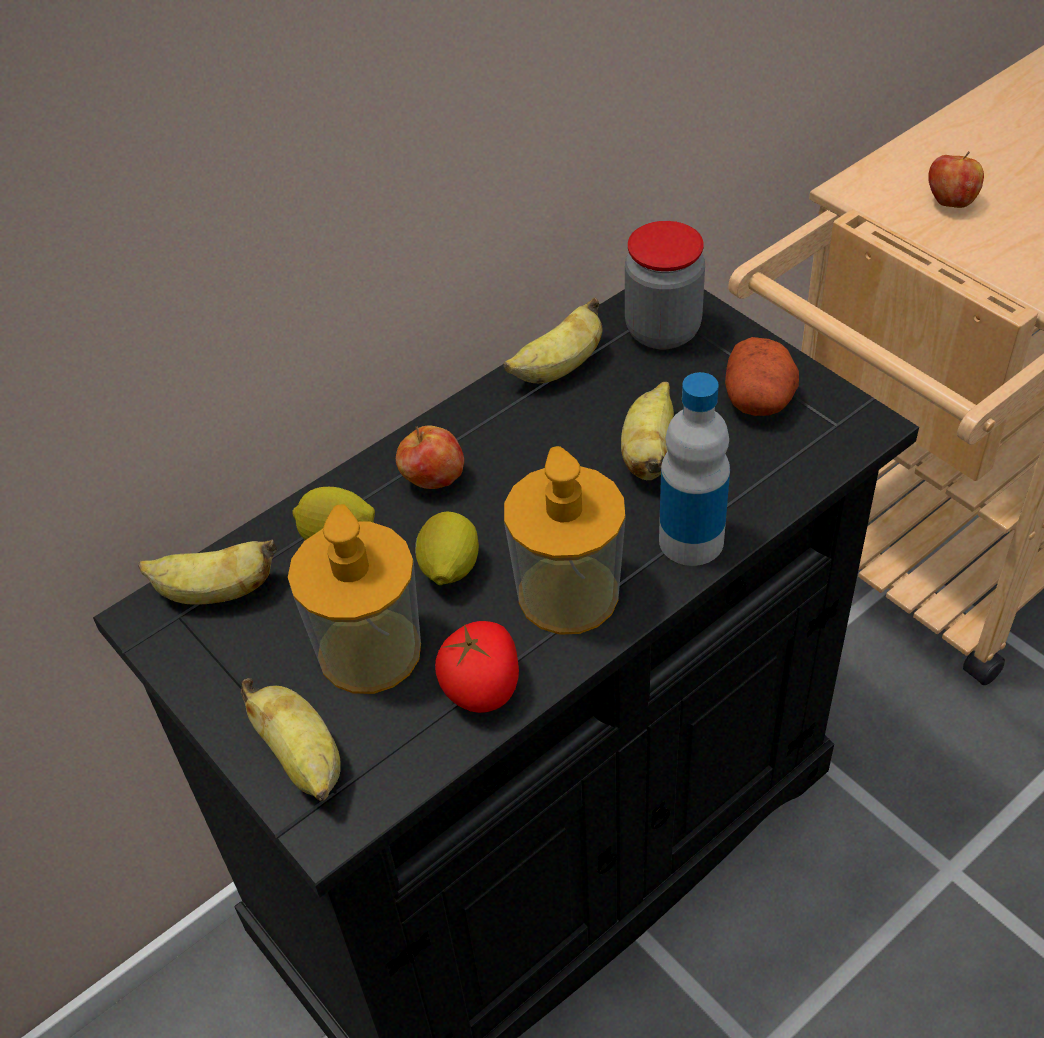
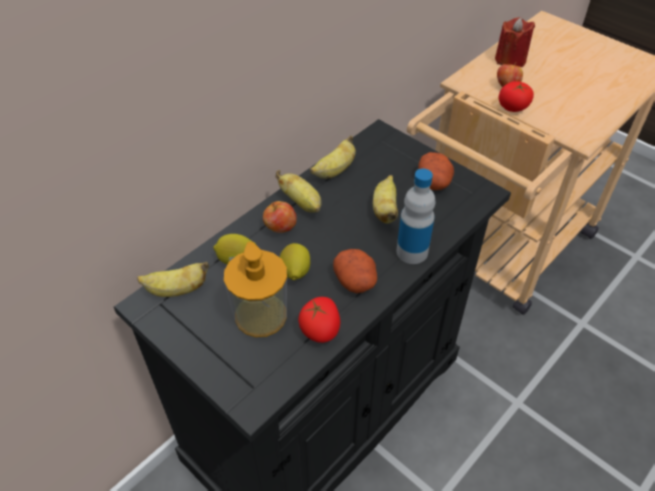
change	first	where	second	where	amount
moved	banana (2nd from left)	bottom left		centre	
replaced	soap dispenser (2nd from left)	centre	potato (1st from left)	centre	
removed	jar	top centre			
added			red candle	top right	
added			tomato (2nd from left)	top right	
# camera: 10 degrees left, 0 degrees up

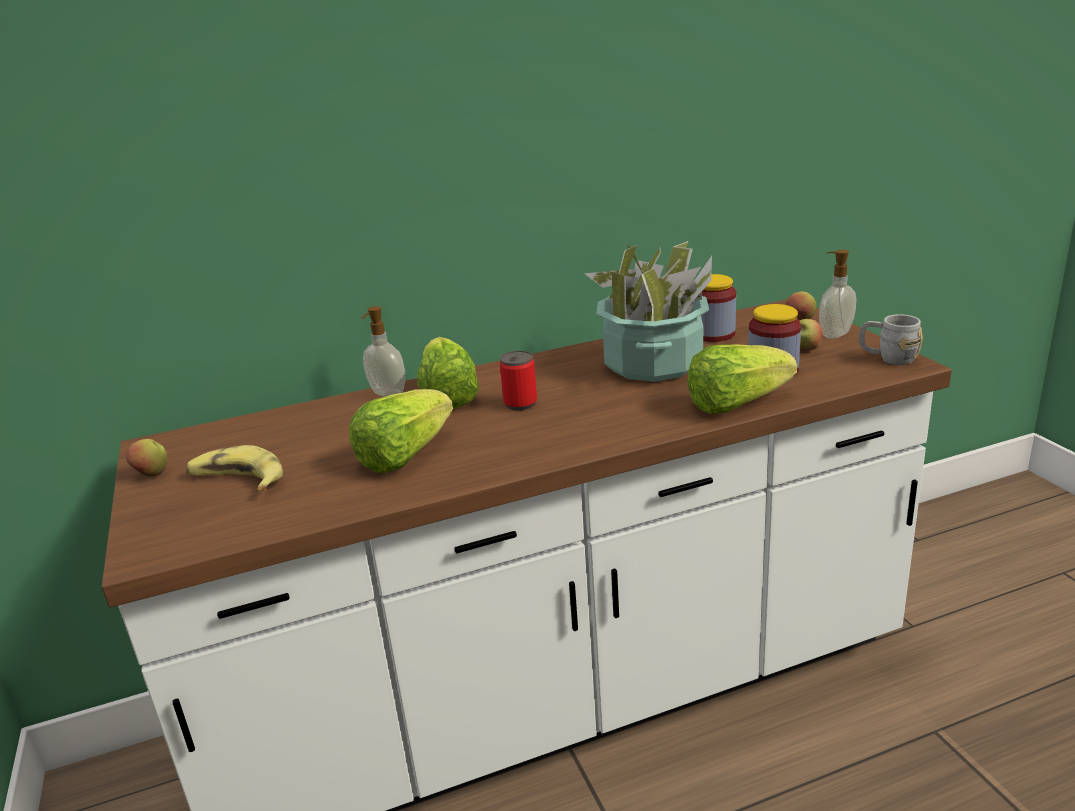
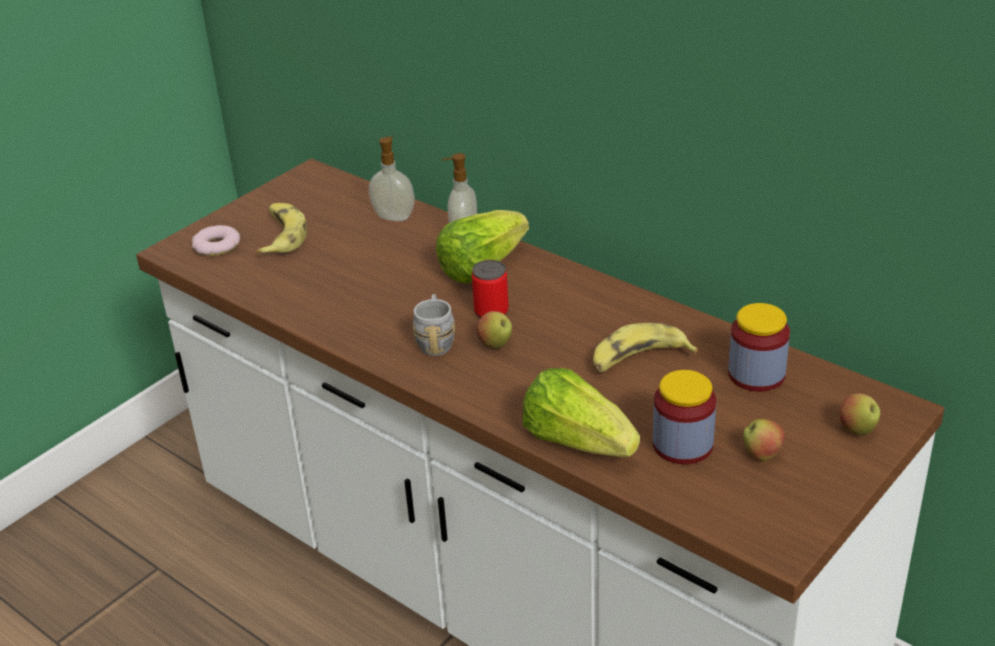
change	first	where	second	where	amount
moved	apple (1st from left)	middle left		centre	
removed	lettuce (1st from left)	centre			
replaced	potted plant	centre	banana (2nd from left)	centre	
moved	soap dispenser (2nd from left in the first image)	middle right	soap dispenser (1st from left)	top centre	
moved	grey mug	middle right		centre	
added			donut	middle left	
# camera: 60 degrees right, 10 degrees up

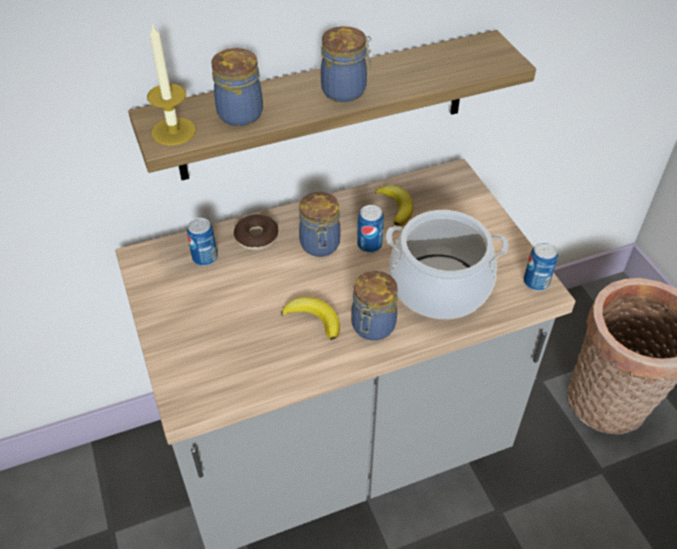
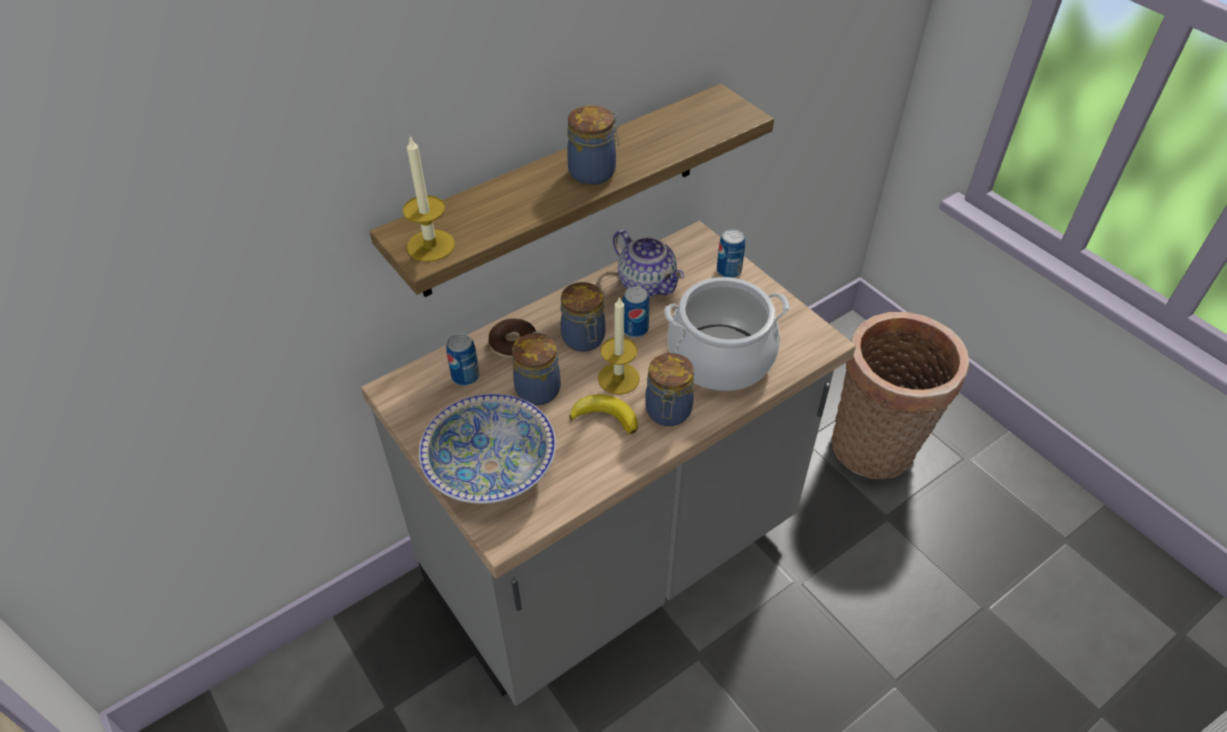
change	first	where	second	where	amount
moved	jar (1st from left)	top centre		centre	
replaced	banana (2nd from left)	centre	teapot	centre	
moved	can (3rd from left)	middle right		centre	
added			bowl	centre	
added			candle (2nd from left)	centre	
# camera: 15 degrees left, 0 degrees up

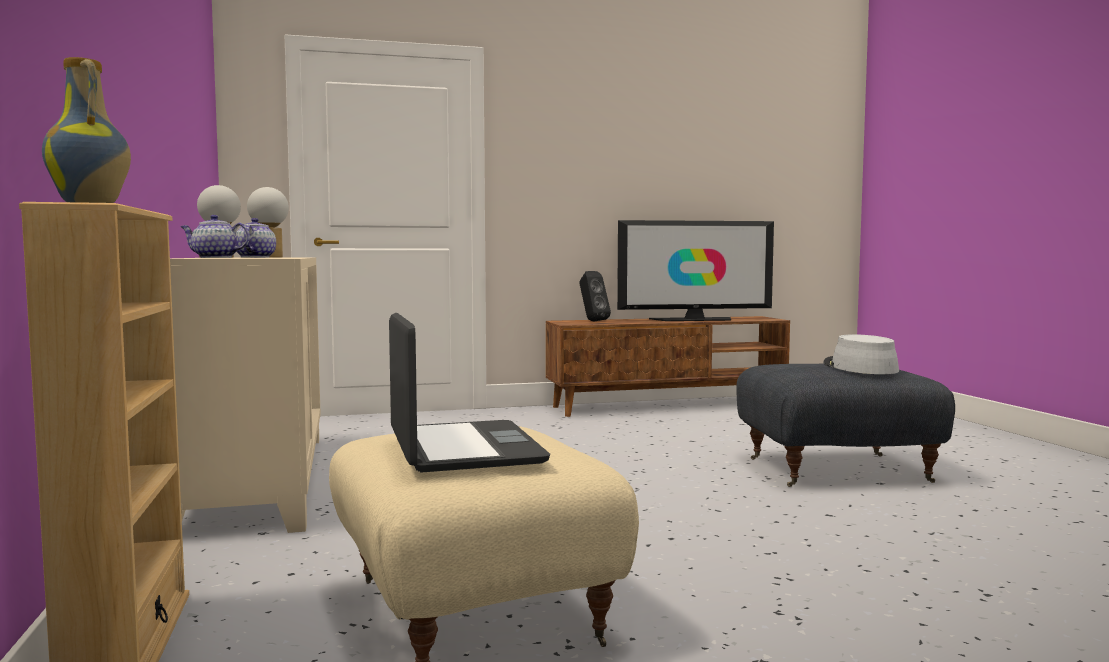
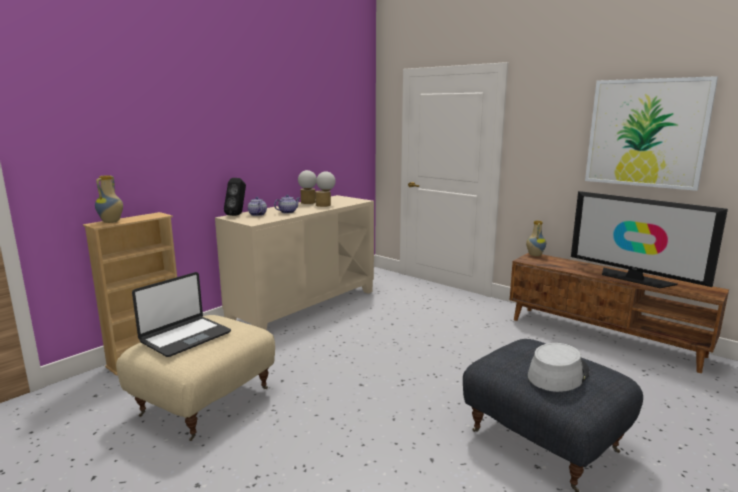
change	first	where	second	where	amount
moved	black speaker	centre		middle left	
added			vase (2nd from left)	middle right	
added			picture	top right	
# camera: 55 degrees right, 10 degrees up

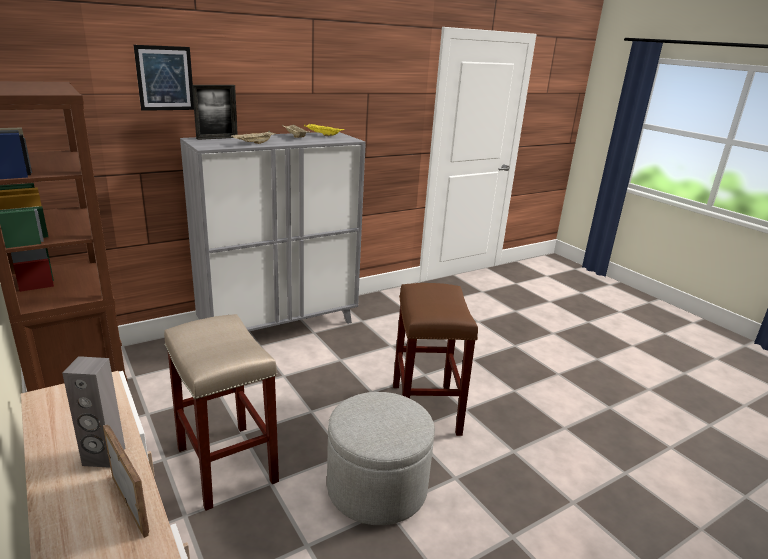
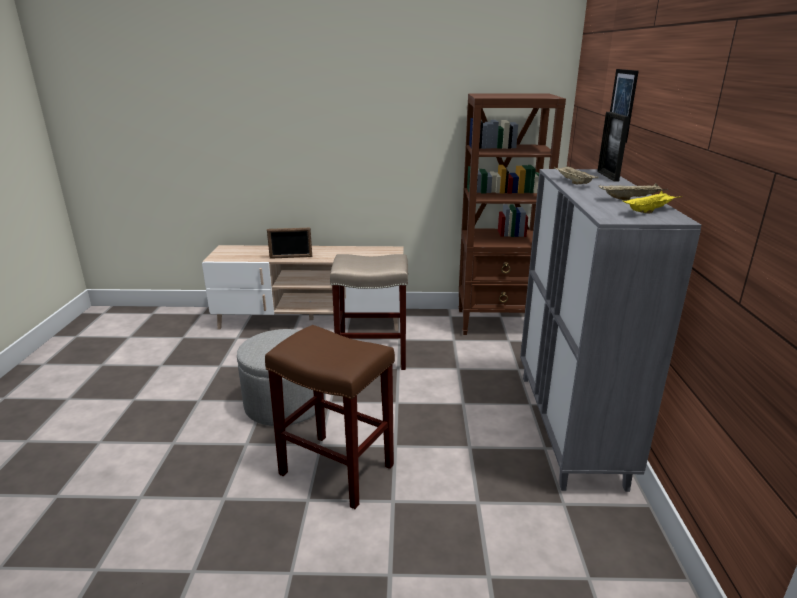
change	first	where	second	where	amount
removed	grey speaker	bottom left			
# camera: 125 degrees right, 0 degrees up

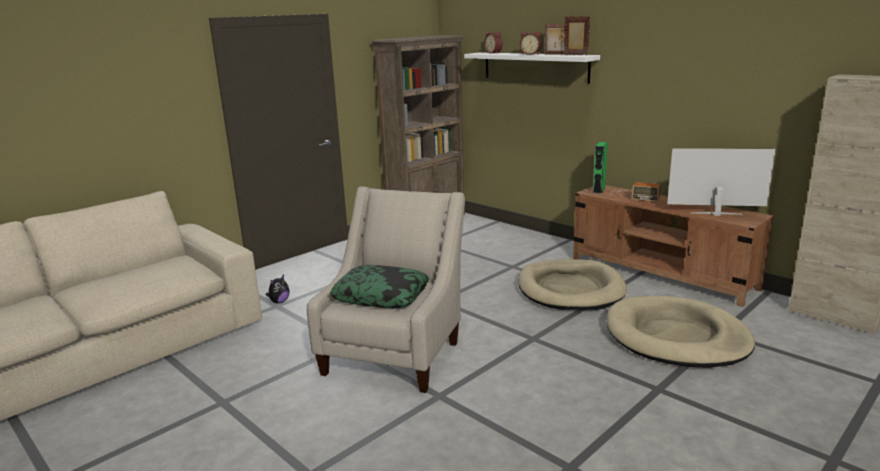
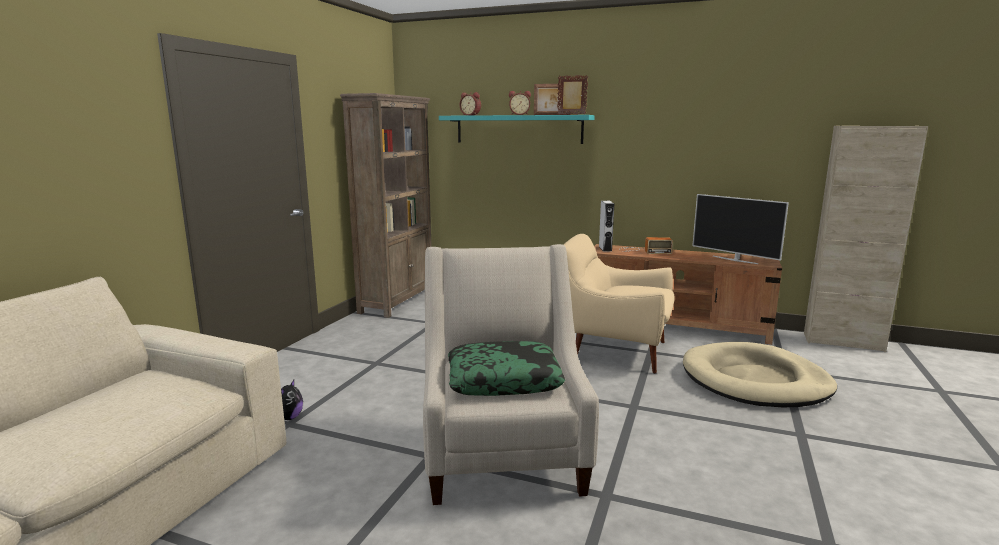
change	first	where	second	where	amount
recoloured	white shelf	top centre	turquoise shelf	top centre	
replaced	beige dog bed (1st from left)	centre	beige armchair (2nd from left)	centre	
recoloured	green speaker	middle right	grey speaker	centre	
turned	television	middle right		middle right	120 degrees counterclockwise
# camera: 25 degrees left, 5 degrees down

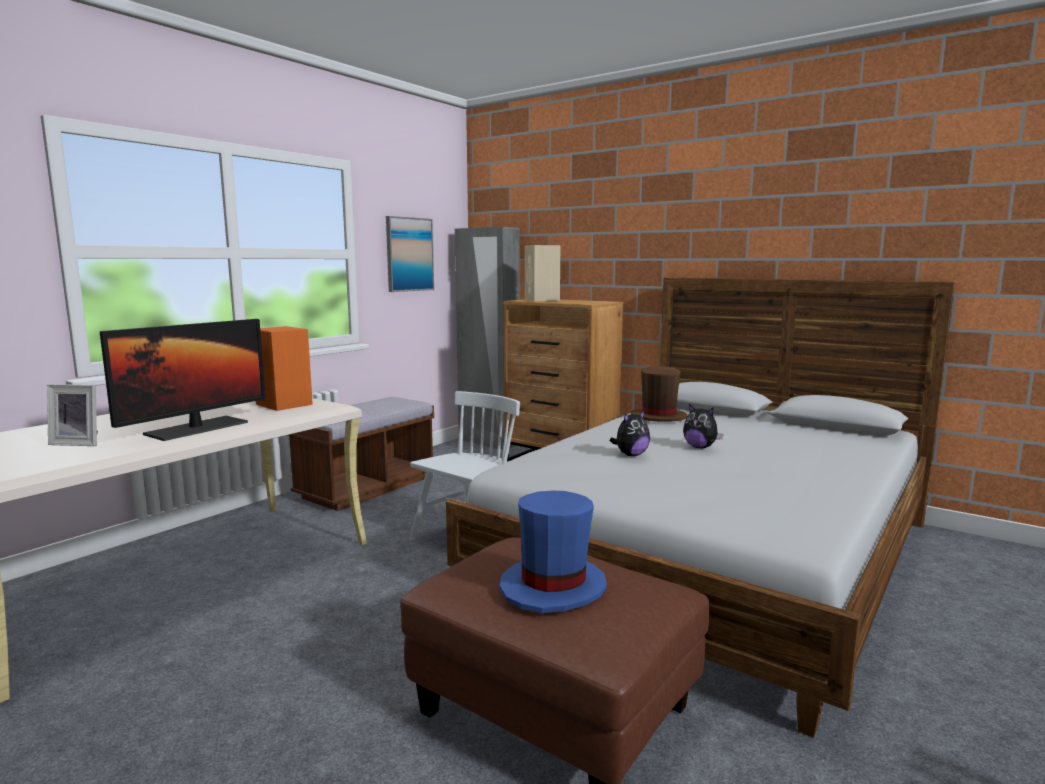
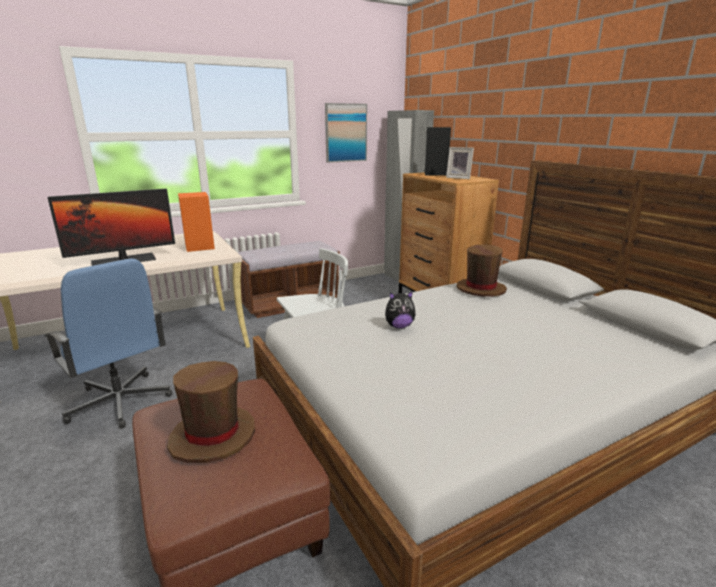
change	first	where	second	where	amount
moved	picture frame	middle left		top centre	
recoloured	blue hat	bottom centre	brown hat (1st from left)	bottom left	
recoloured	beige speaker	centre	black speaker	top centre	
removed	plush toy (2nd from left)	middle right			
added			blue office chair	middle left	
# camera: 25 degrees right, 10 degrees up

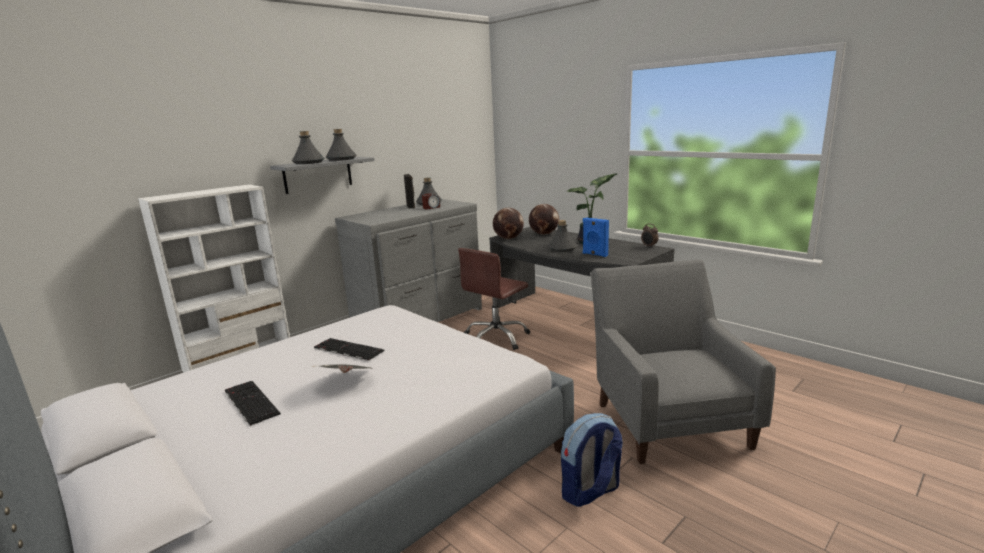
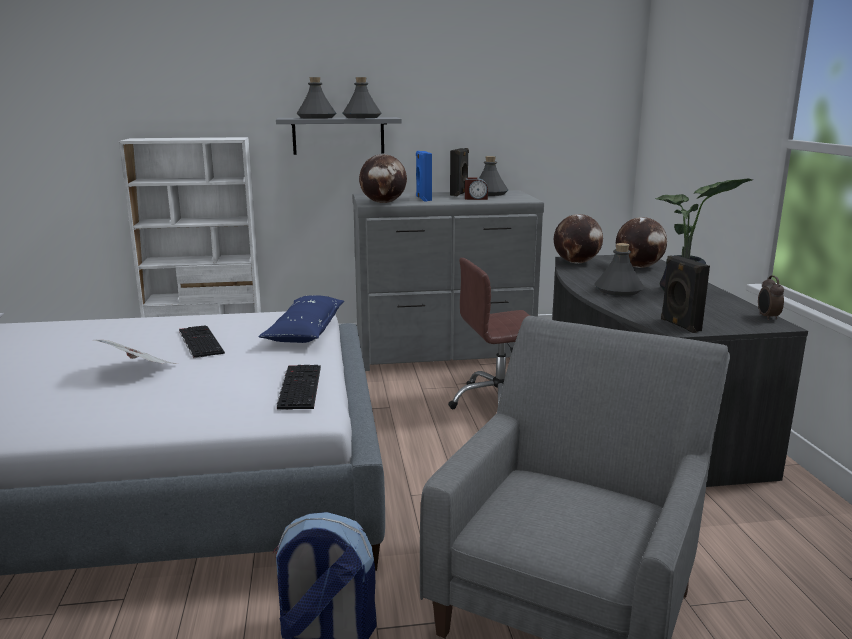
change	first	where	second	where	amount
moved	keyboard (1st from left in the first image)	bottom left	keyboard (2nd from left)	centre	
moved	blue speaker	centre		top centre	
added			blue pillow	centre	
added			globe (1st from left)	top centre	
added			black speaker (2nd from left)	middle right	
# camera: 35 degrees right, 0 degrees up

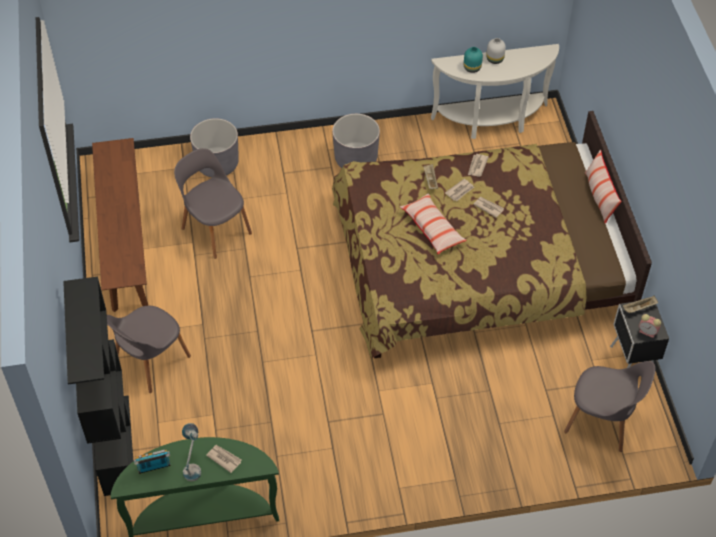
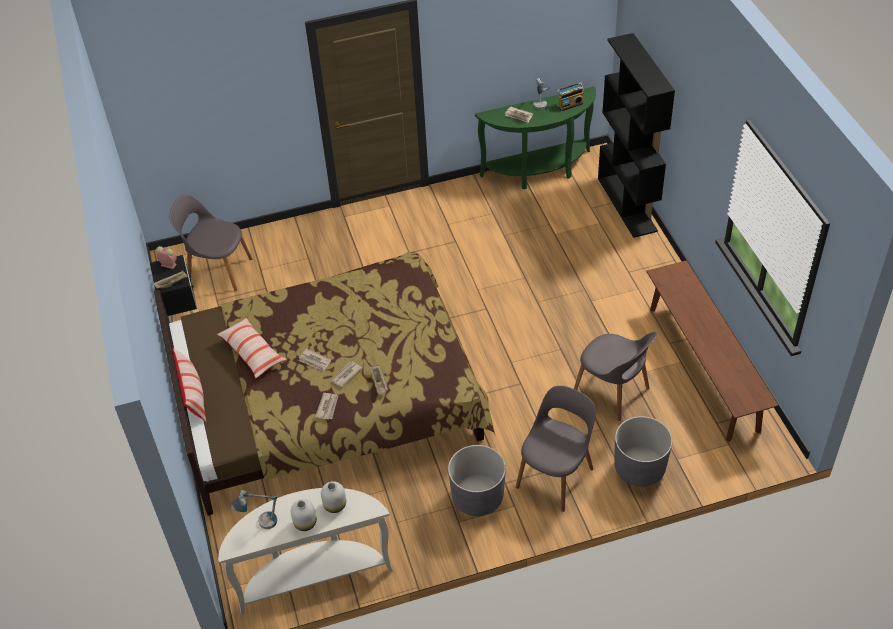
change	first	where	second	where	amount
moved	grey chair (1st from left in the first image)	middle left	grey chair (2nd from left)	bottom centre	
moved	pillow (1st from left in the first image)	centre	pillow (2nd from left)	middle left	
recoloured	turquoise vase	top centre	white vase (2nd from left)	bottom centre	
added			table lamp (1st from left)	bottom left	
# camera: 175 degrees right, 5 degrees down

